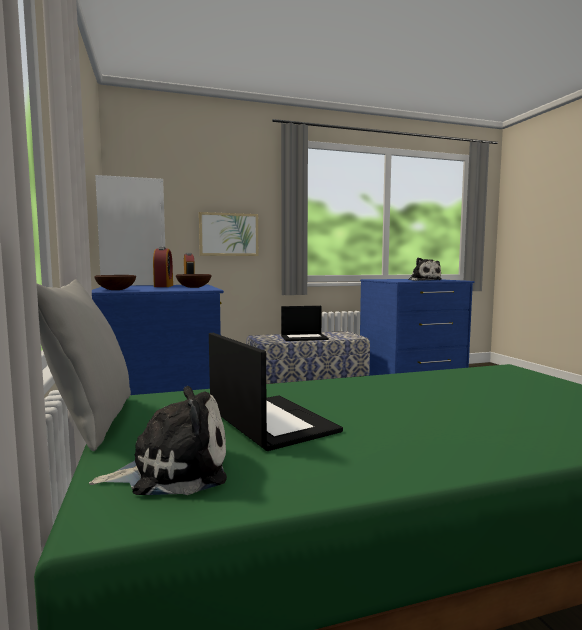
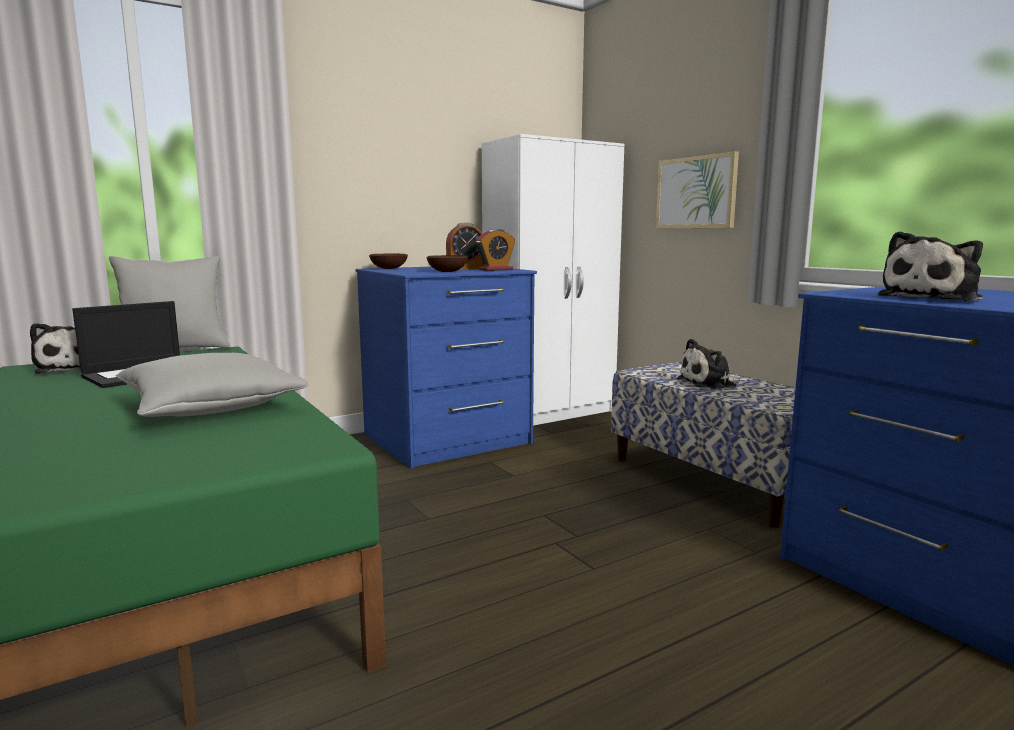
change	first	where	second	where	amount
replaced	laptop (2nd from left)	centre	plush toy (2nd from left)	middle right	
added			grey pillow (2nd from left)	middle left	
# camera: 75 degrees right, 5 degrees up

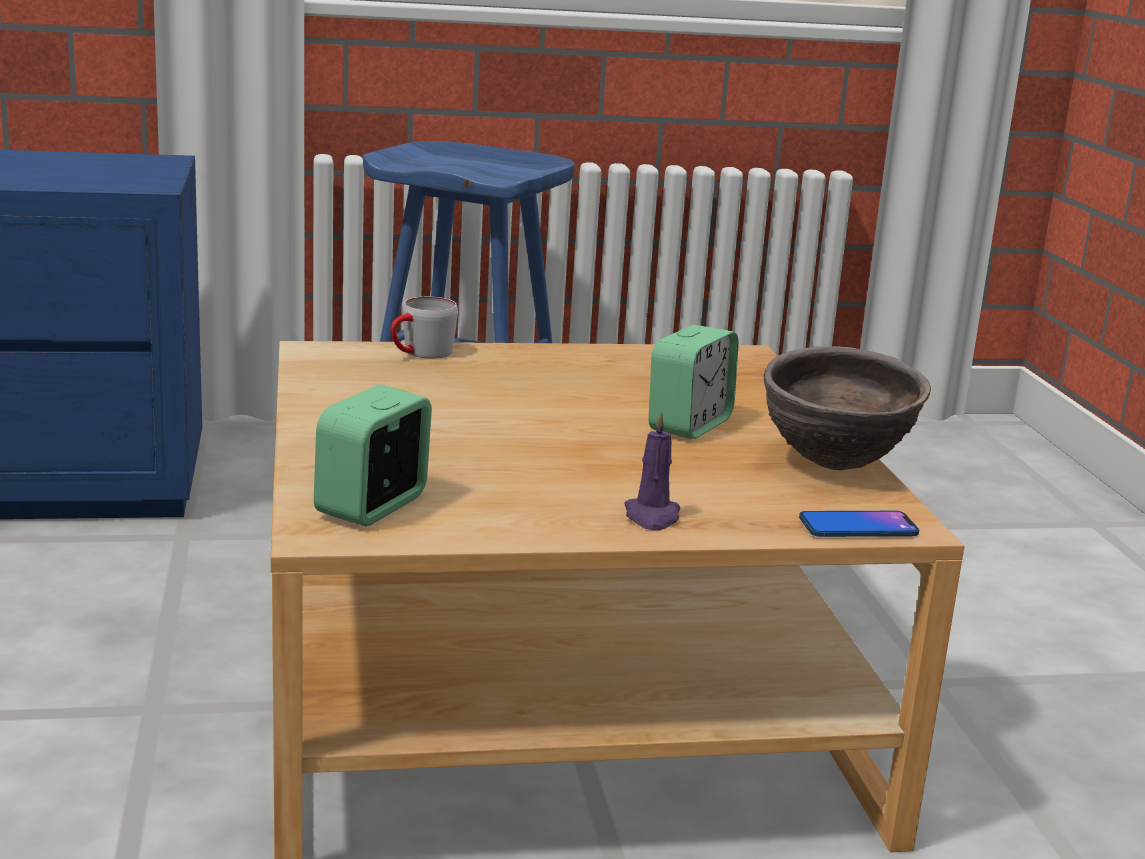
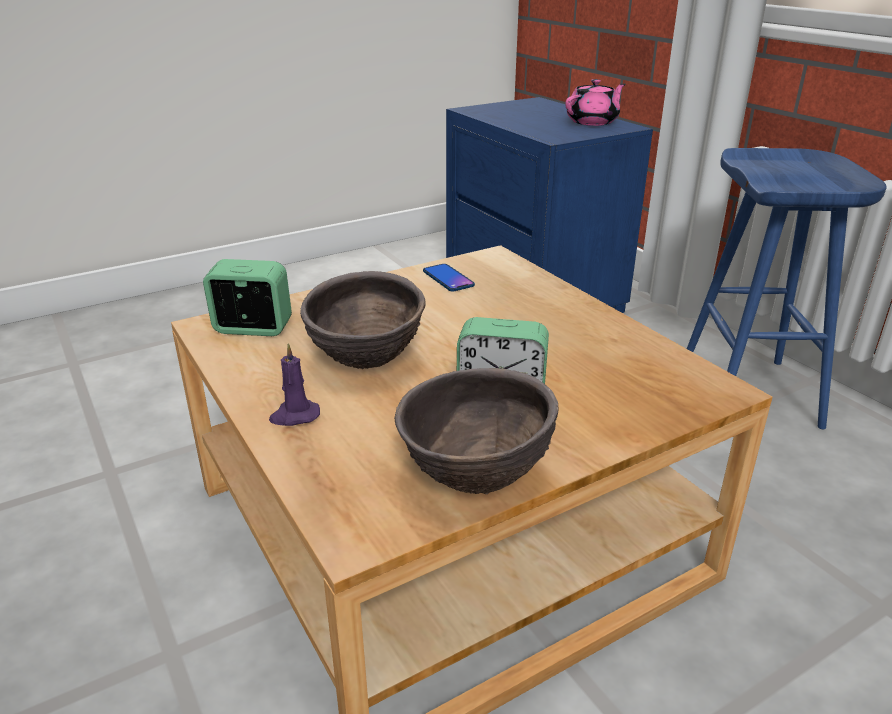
change	first	where	second	where	amount
removed	grey mug	centre			
moved	phone	middle right		centre	
added			brown bowl (1st from left)	centre	
added			pink teapot	top right	
# camera: 70 degrees right, 10 degrees up

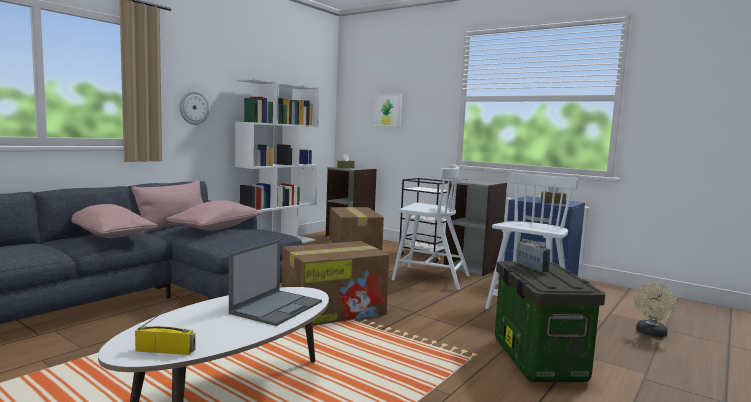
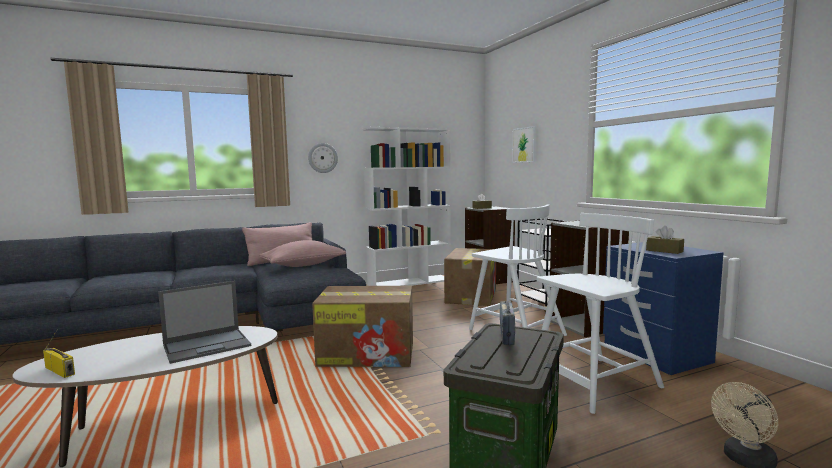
change	first	where	second	where	amount
removed	pink pillow (1st from left)	middle left			
# camera: 30 degrees right, 0 degrees up

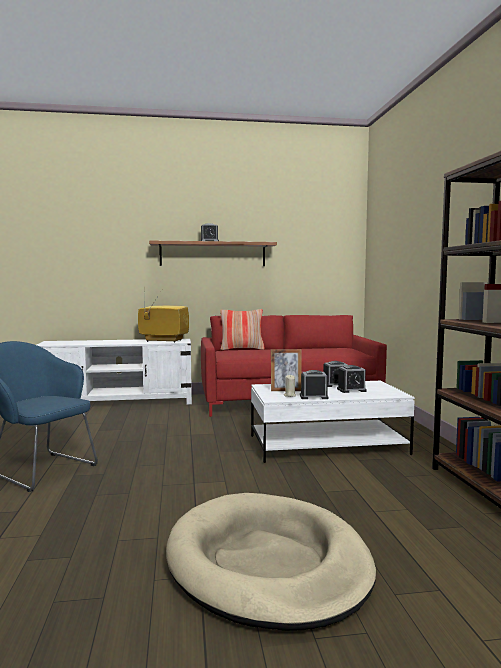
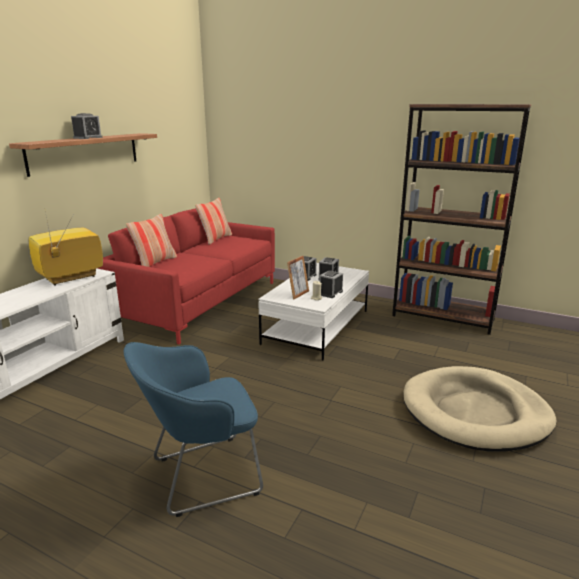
change	first	where	second	where	amount
added			pillow (2nd from left)	centre	
# camera: 55 degrees left, 15 degrees up

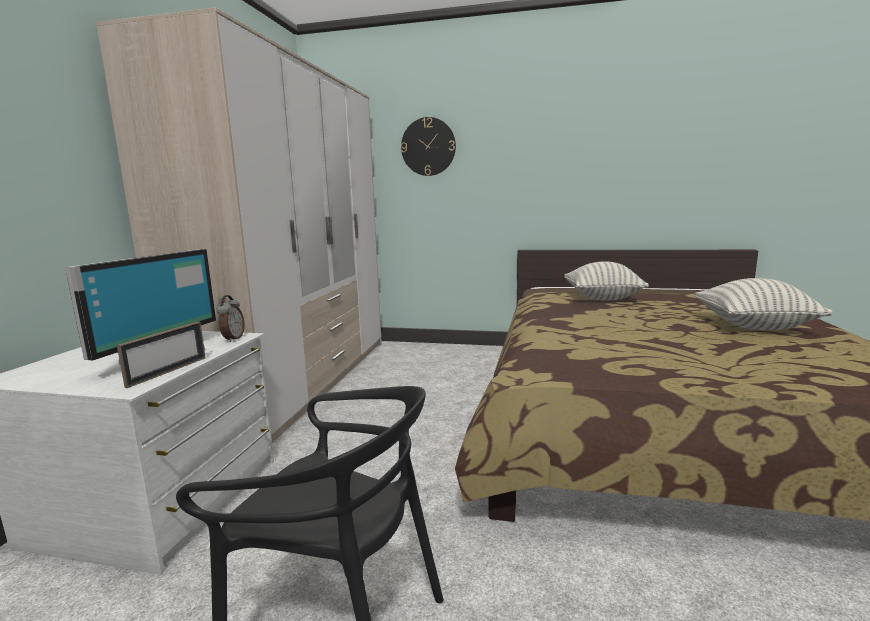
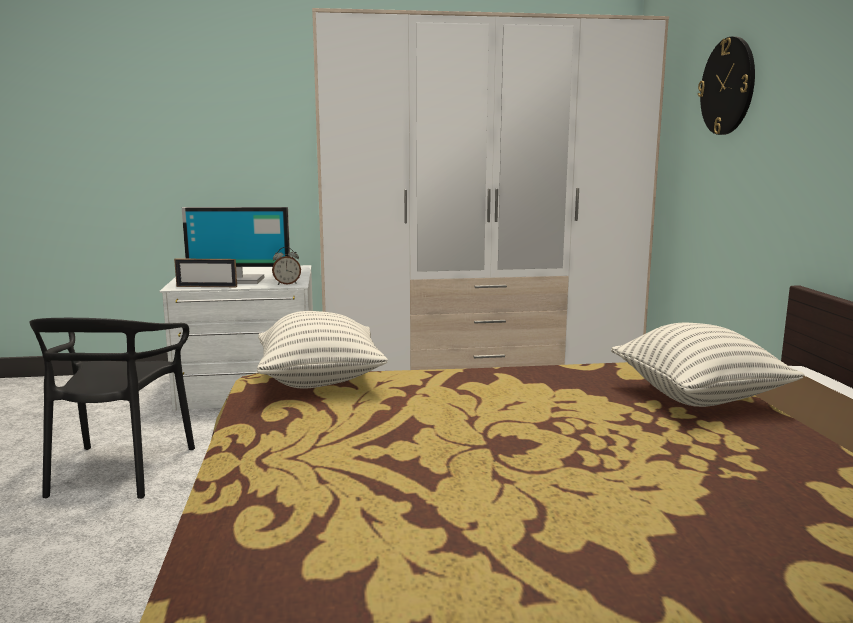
change	first	where	second	where	amount
moved	pillow (2nd from left in the first image)	middle right	pillow (1st from left)	centre	
# camera: 70 degrees right, 0 degrees up

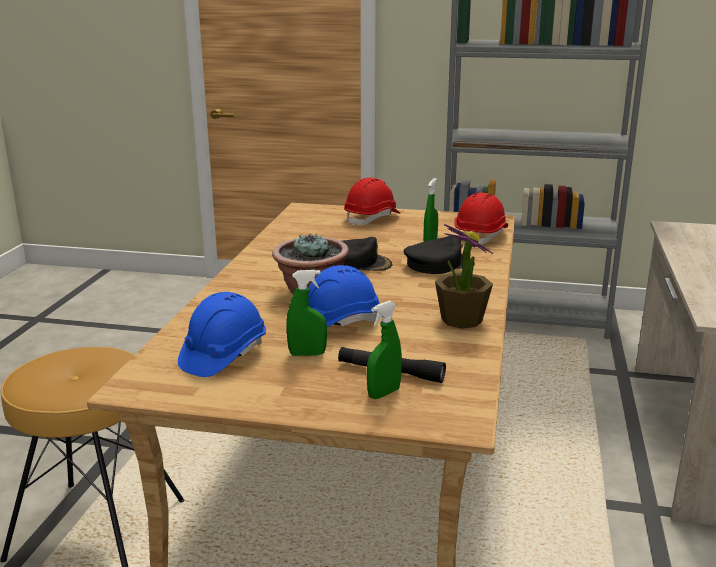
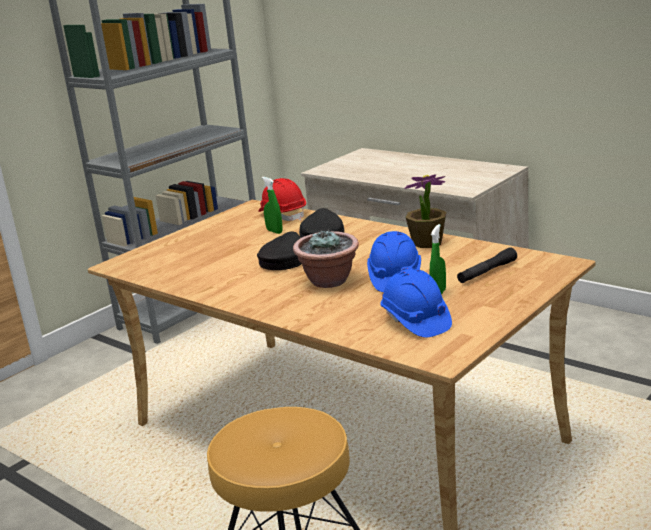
change	first	where	second	where	amount
removed	red hard hat (1st from left)	centre			
removed	green spray bottle (2nd from left)	centre			
# camera: 60 degrees left, 0 degrees up

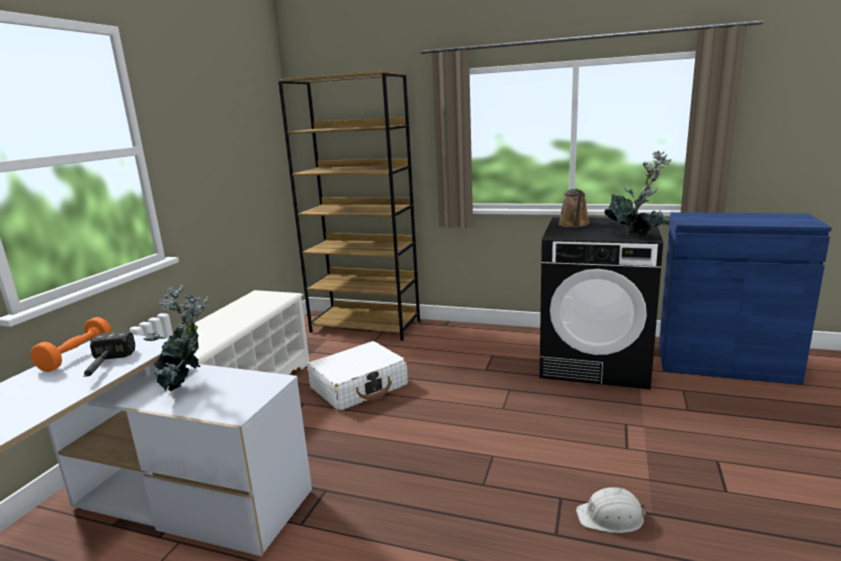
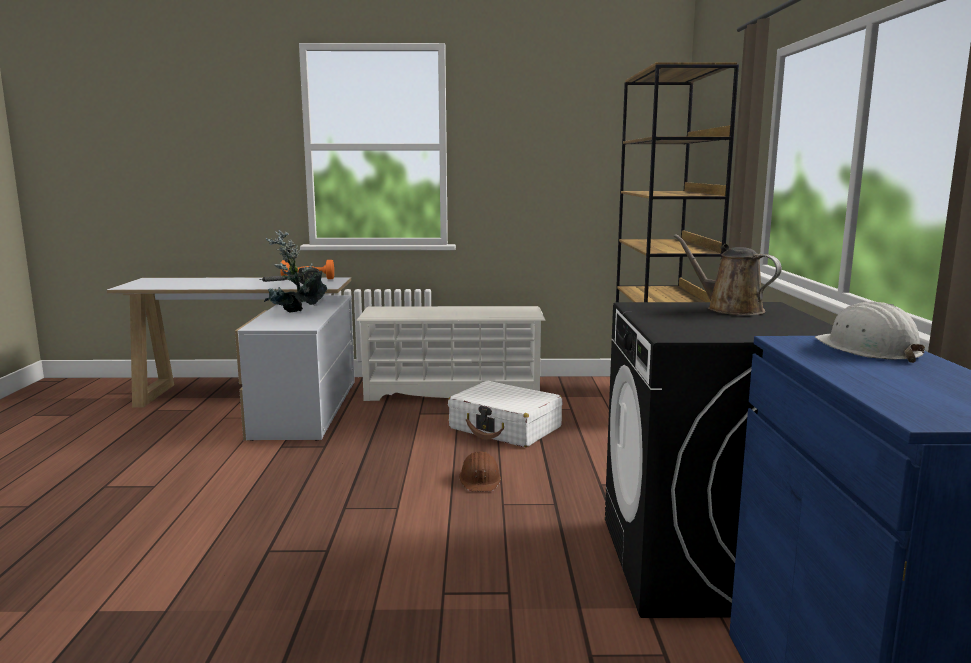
change	first	where	second	where	amount
turned	brown watering can	middle right		middle right	60 degrees clockwise
moved	white hard hat	bottom right		middle right	
removed	potted plant (2nd from left)	middle right			
added			brown hard hat	bottom centre	
# camera: 70 degrees right, 5 degrees down

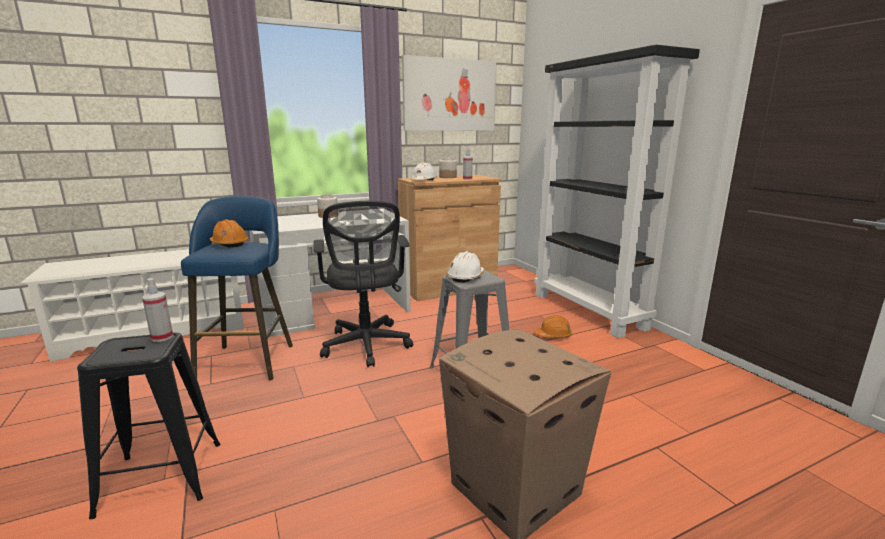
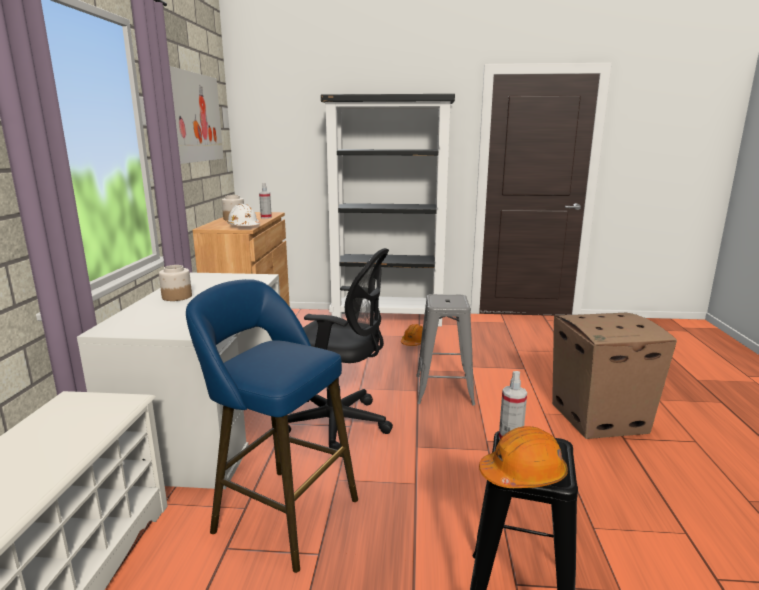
change	first	where	second	where	amount
moved	orange hard hat (1st from left in the first image)	middle left	orange hard hat (2nd from left)	bottom right	
removed	white hard hat (2nd from left)	centre			
# camera: 60 degrees left, 0 degrees up

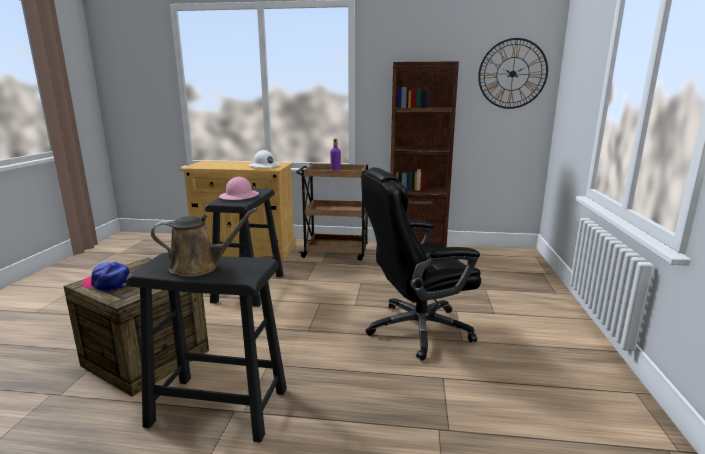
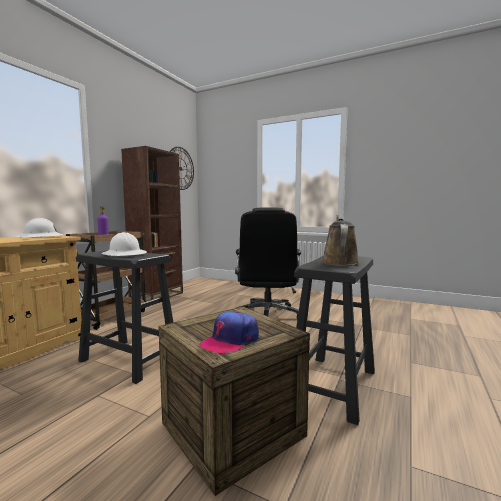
change	first	where	second	where	amount
recoloured	pink hard hat	centre	white hard hat (2nd from left)	middle left	
# camera: 70 degrees left, 10 degrees down

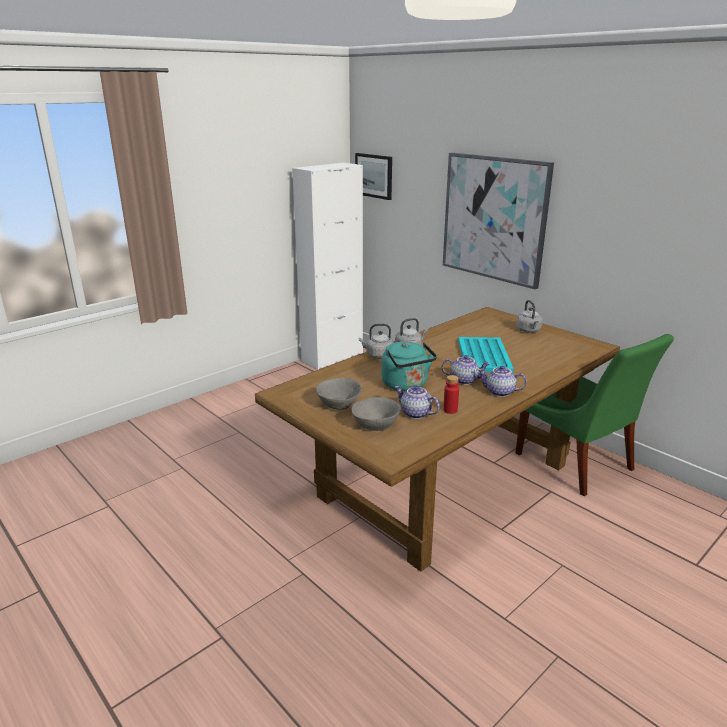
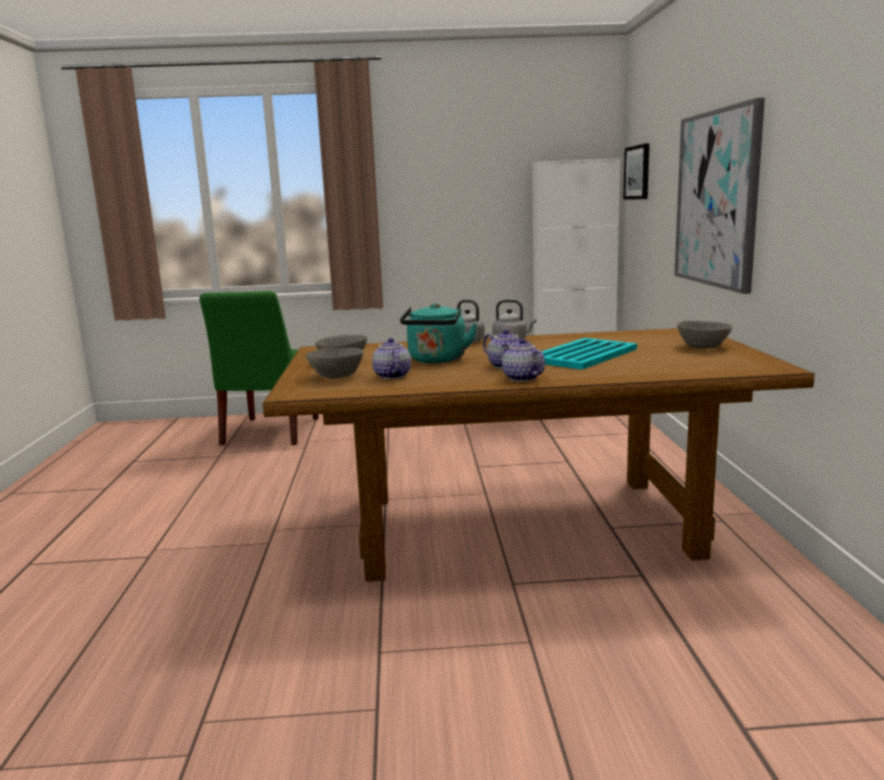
change	first	where	second	where	amount
removed	red bottle	centre			
moved	green chair	middle right		middle left	
replaced	grey kettle (3rd from left)	middle right	grey bowl (3rd from left)	middle right	
# camera: 40 degrees right, 10 degrees down

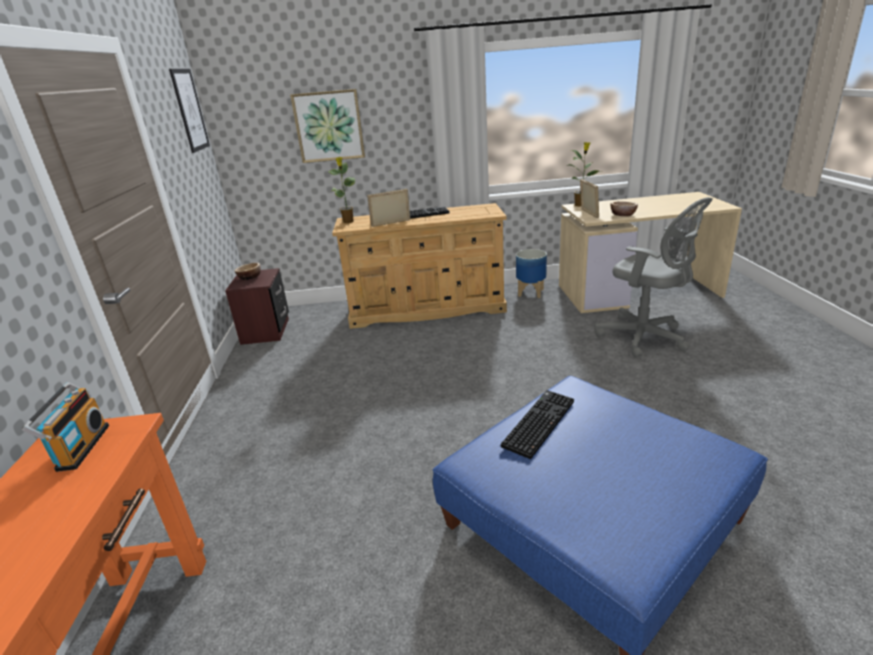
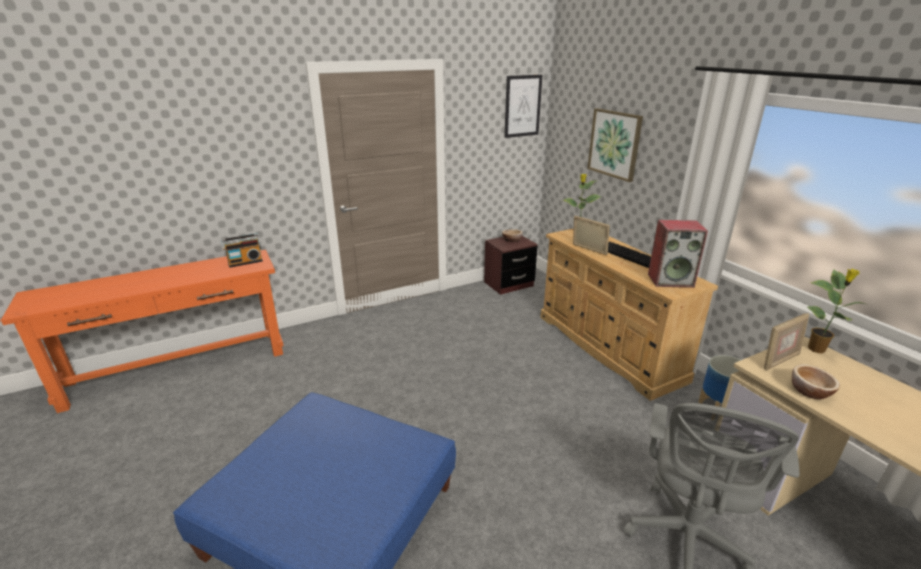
change	first	where	second	where	amount
removed	keyboard (2nd from left)	centre			
added			speaker	middle right	
# camera: 65 degrees right, 0 degrees up

